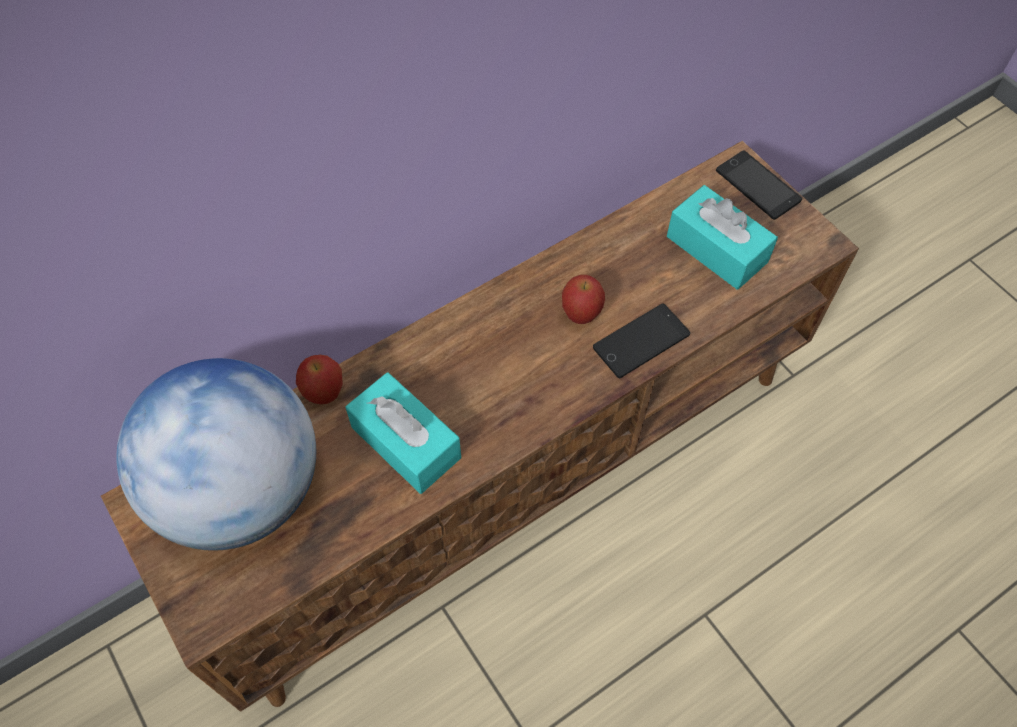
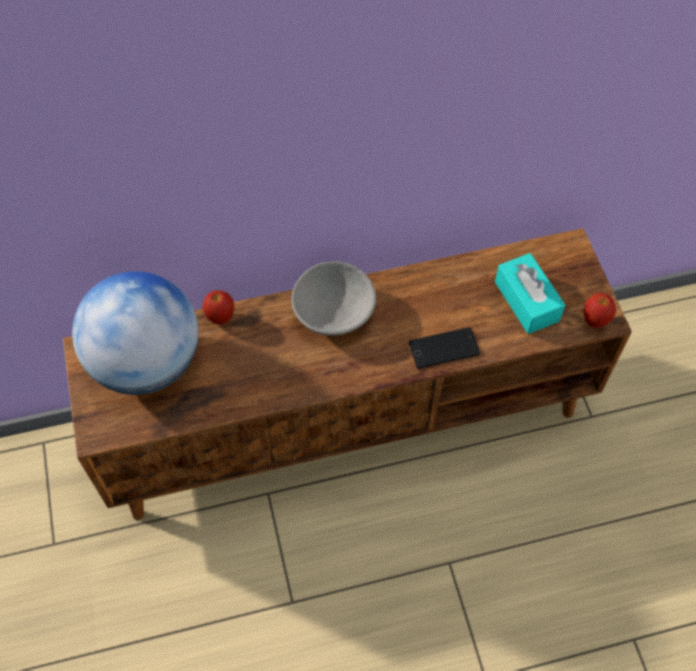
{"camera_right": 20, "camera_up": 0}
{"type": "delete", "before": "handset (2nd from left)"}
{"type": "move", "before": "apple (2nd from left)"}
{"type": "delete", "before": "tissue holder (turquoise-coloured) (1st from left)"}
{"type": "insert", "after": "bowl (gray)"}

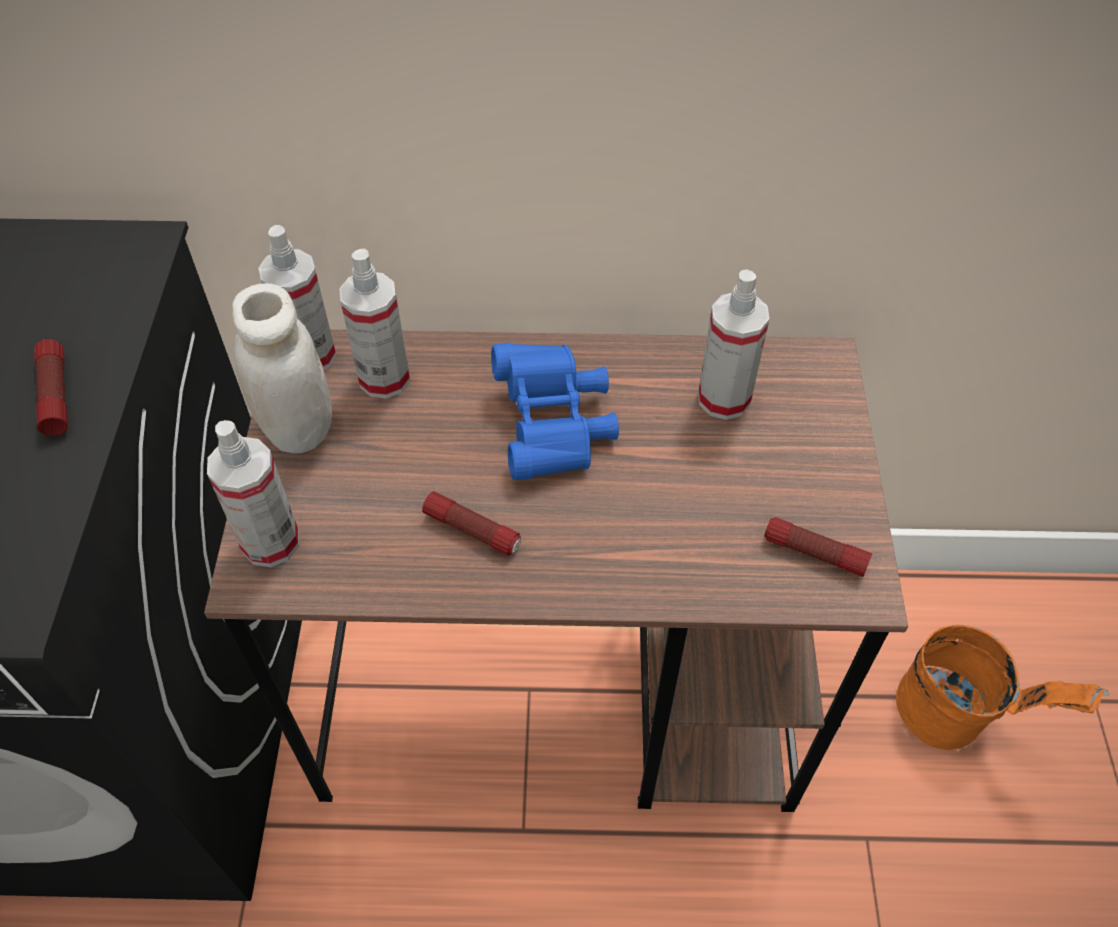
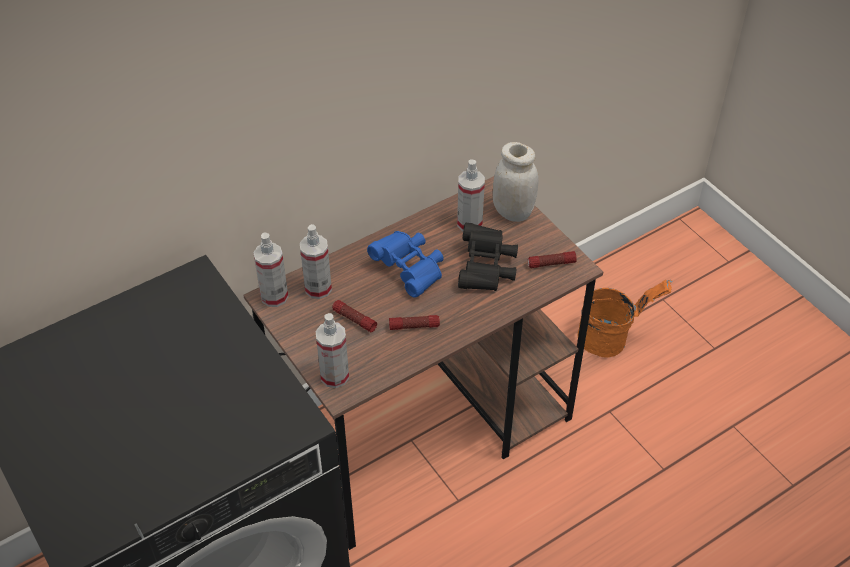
{"camera_right": -35, "camera_up": -5}
{"type": "move", "before": "jar (white)"}
{"type": "move", "before": "flashlight (1st from left)"}
{"type": "insert", "after": "pair of binoculars (blackish)"}

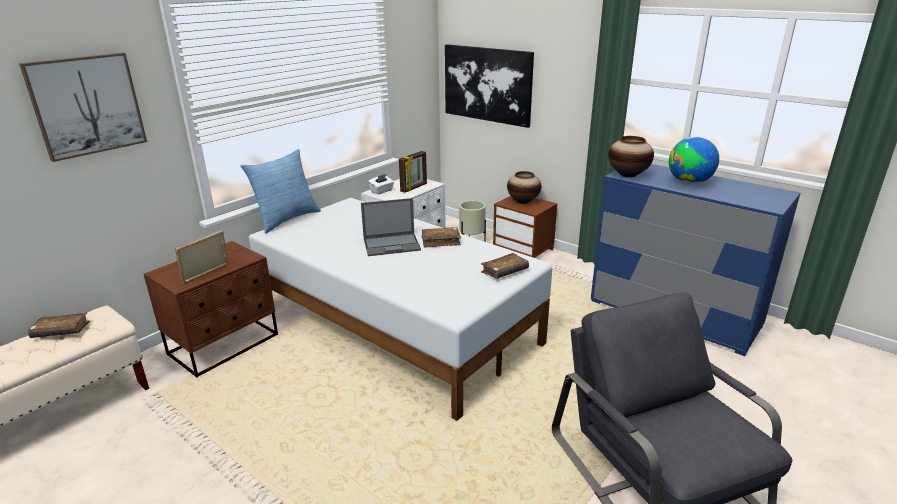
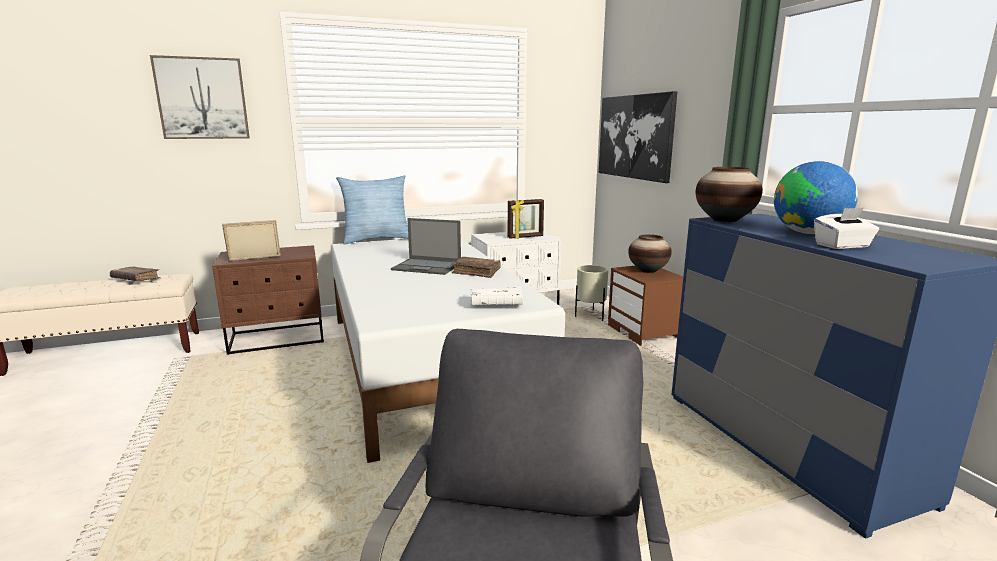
{"camera_right": 30, "camera_up": -10}
{"type": "move", "before": "tissue holder (white)"}
{"type": "recolor", "before": "volume (brown-coloured) (3rd from left)", "after": "volume (white)"}

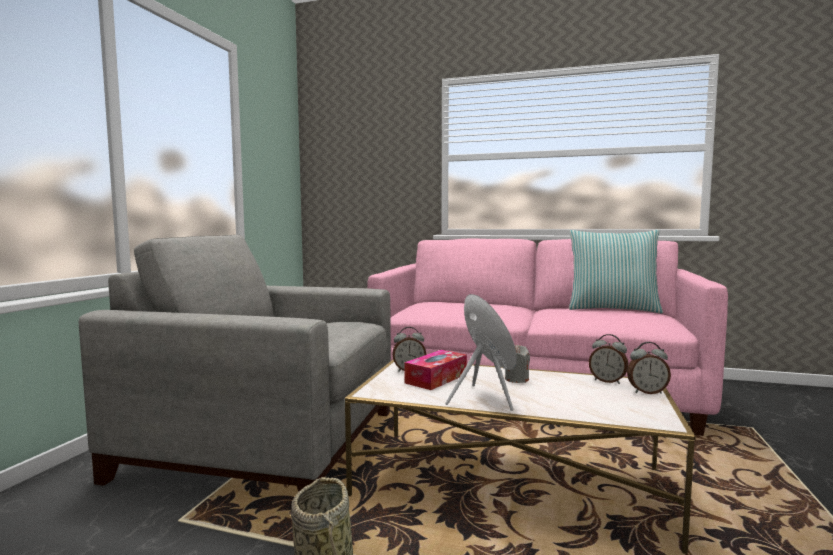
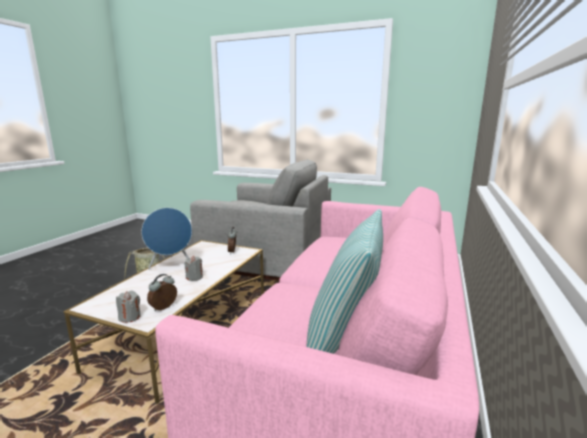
{"camera_right": 95, "camera_up": 10}
{"type": "rotate", "before": "armchair (gray)", "turn": 90}
{"type": "replace", "before": "alarm clock (3rd from left)", "after": "wax candle (gray) (1st from left)"}
{"type": "delete", "before": "tissue holder"}

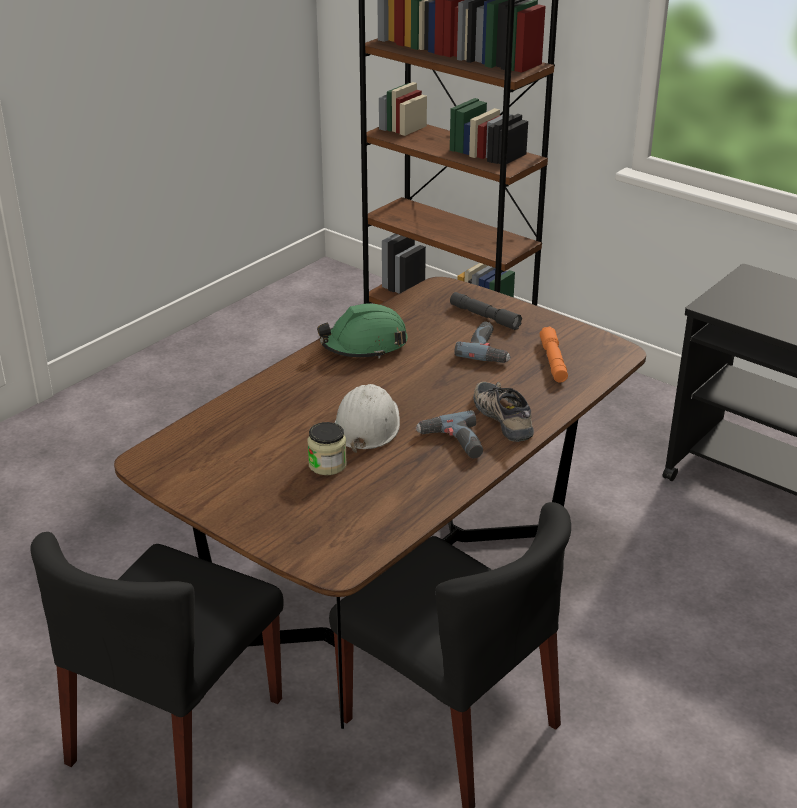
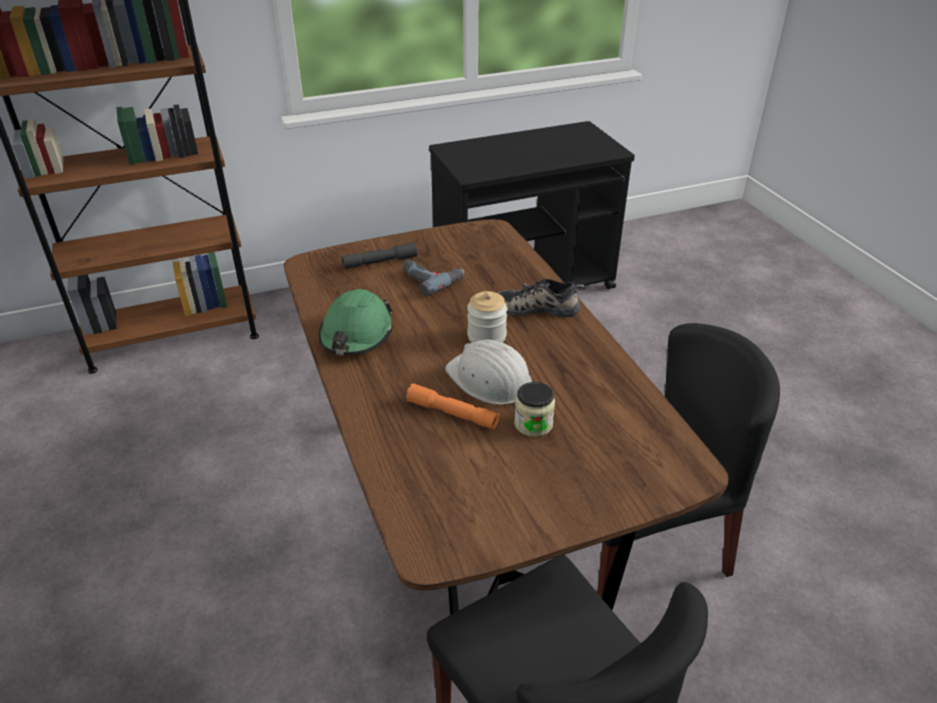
{"camera_right": -60, "camera_up": 5}
{"type": "move", "before": "flashlight (orange)"}
{"type": "delete", "before": "power drill (1st from left)"}
{"type": "insert", "after": "jar (1st from left)"}

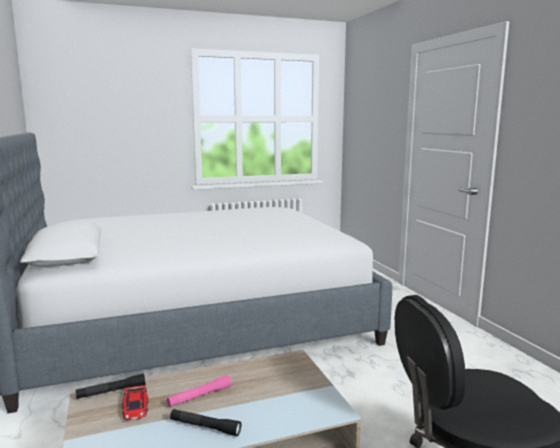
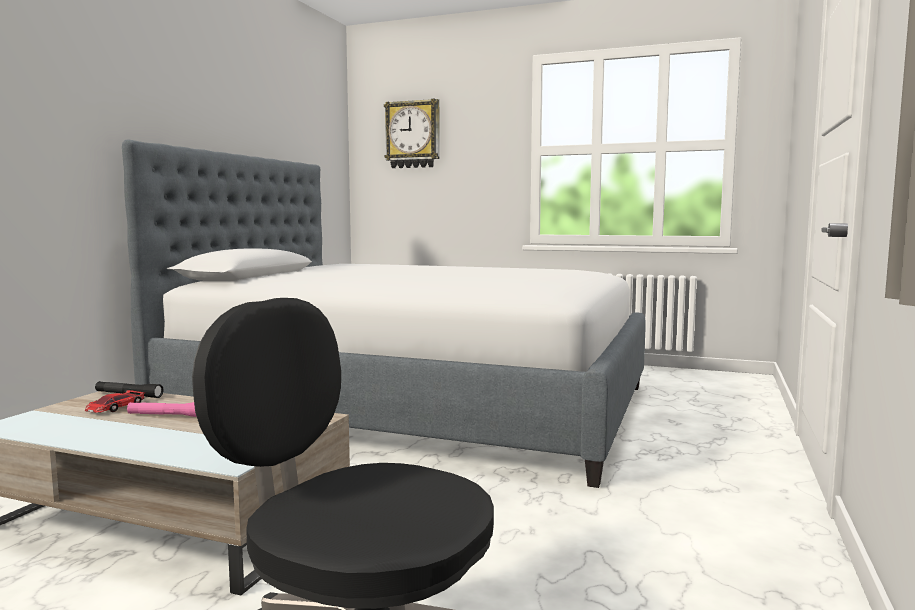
{"camera_right": 40, "camera_up": -5}
{"type": "delete", "before": "flashlight (blackish) (2nd from left)"}
{"type": "insert", "after": "hanging clock"}

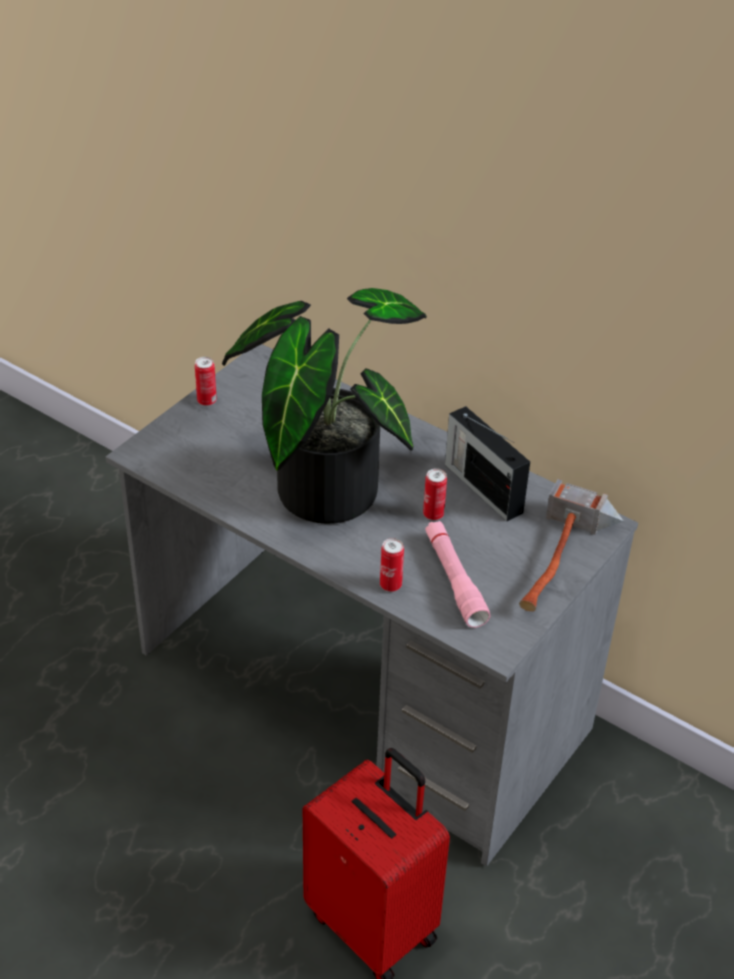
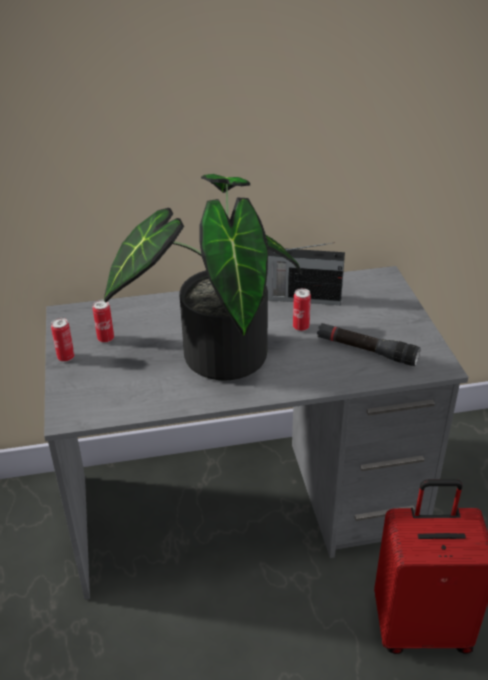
{"camera_right": -45, "camera_up": -5}
{"type": "delete", "before": "hand hammer"}
{"type": "recolor", "before": "flashlight (pink)", "after": "flashlight (blackish)"}
{"type": "move", "before": "can (2nd from left)"}

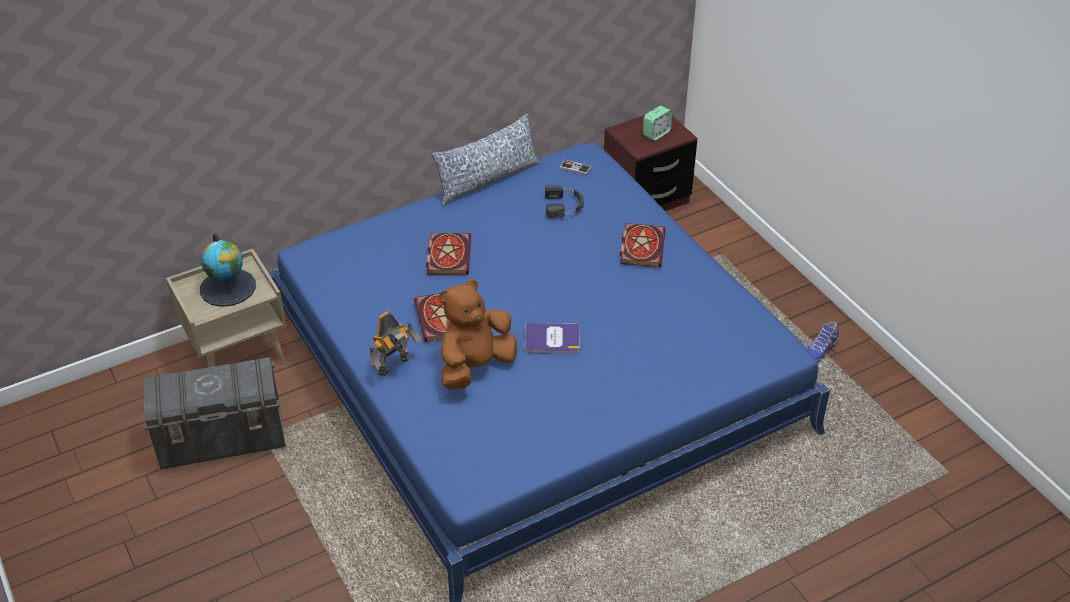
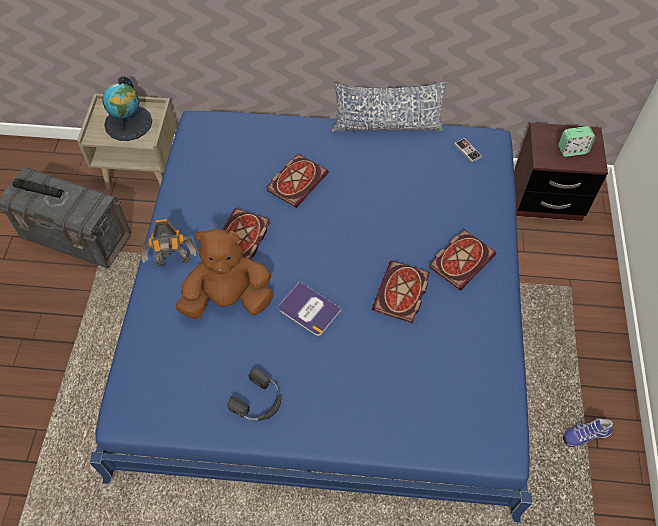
{"camera_right": 35, "camera_up": 15}
{"type": "move", "before": "headphones (blackish)"}
{"type": "insert", "after": "flashlight (blackish)"}
{"type": "insert", "after": "volume (4th from left)"}

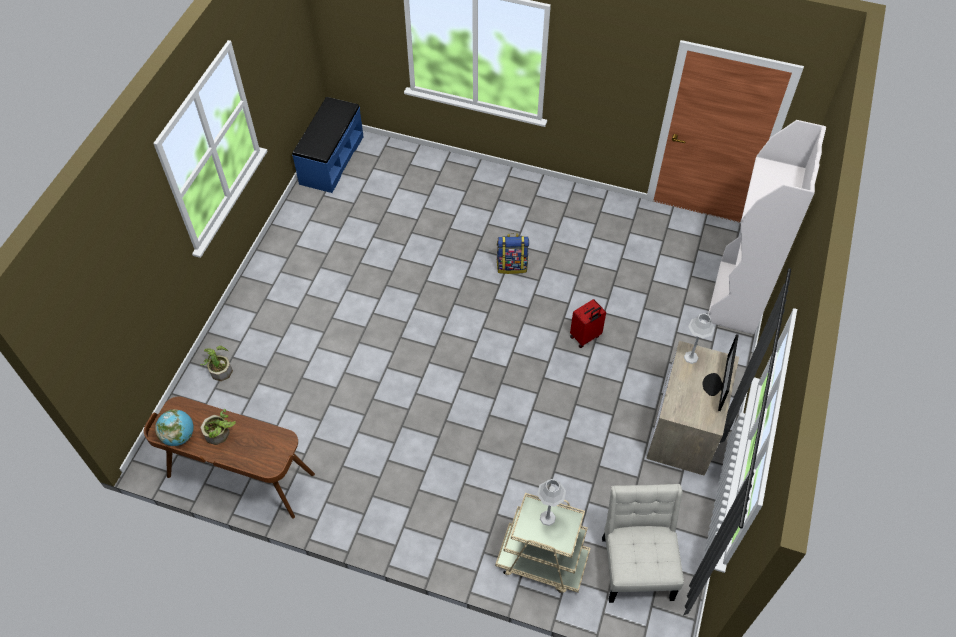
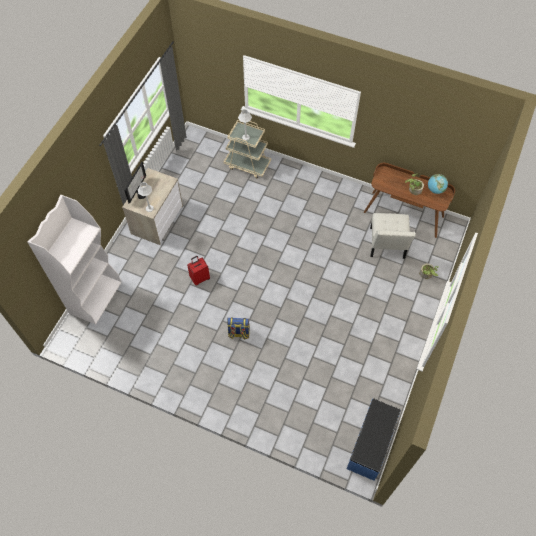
{"camera_right": -175, "camera_up": 5}
{"type": "move", "before": "upright chair (white)"}

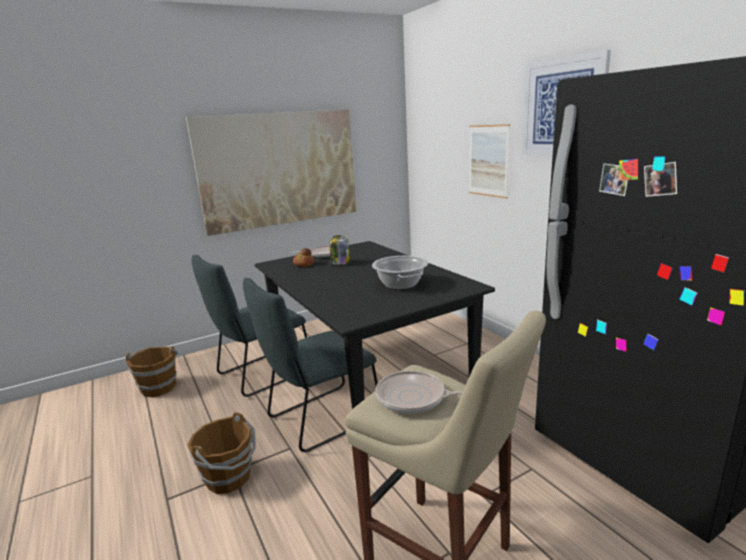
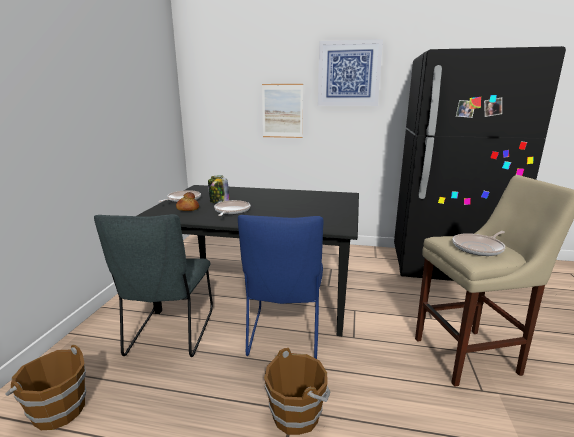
{"camera_right": -50, "camera_up": 0}
{"type": "delete", "before": "wall picture (1st from left)"}
{"type": "delete", "before": "stockpot"}
{"type": "recolor", "before": "upright chair (gray) (2nd from left)", "after": "upright chair (blue)"}
{"type": "insert", "after": "pan (2nd from left)"}

